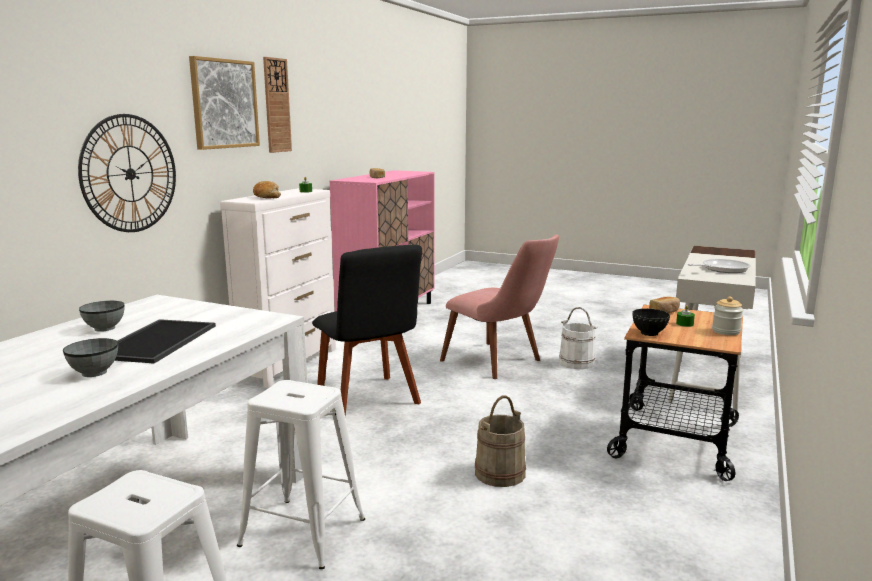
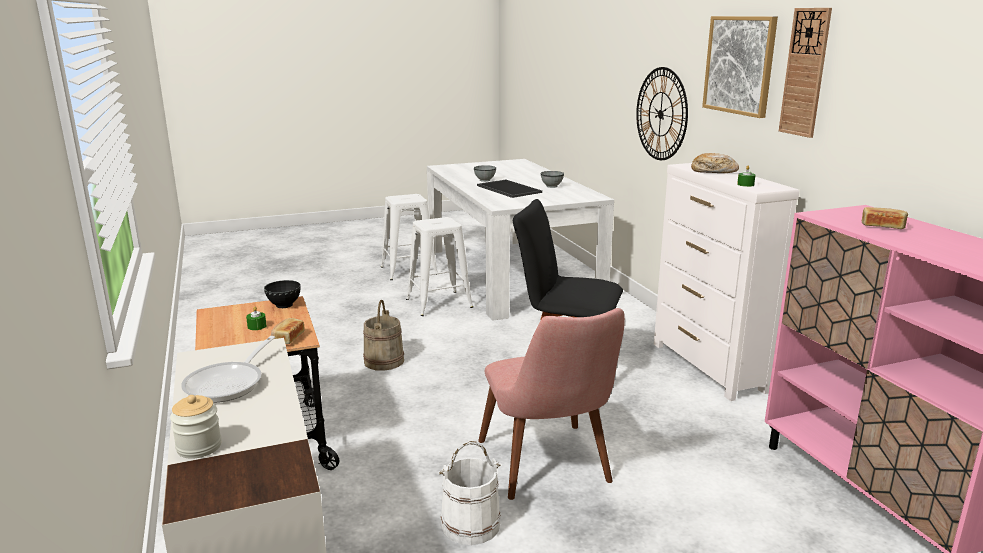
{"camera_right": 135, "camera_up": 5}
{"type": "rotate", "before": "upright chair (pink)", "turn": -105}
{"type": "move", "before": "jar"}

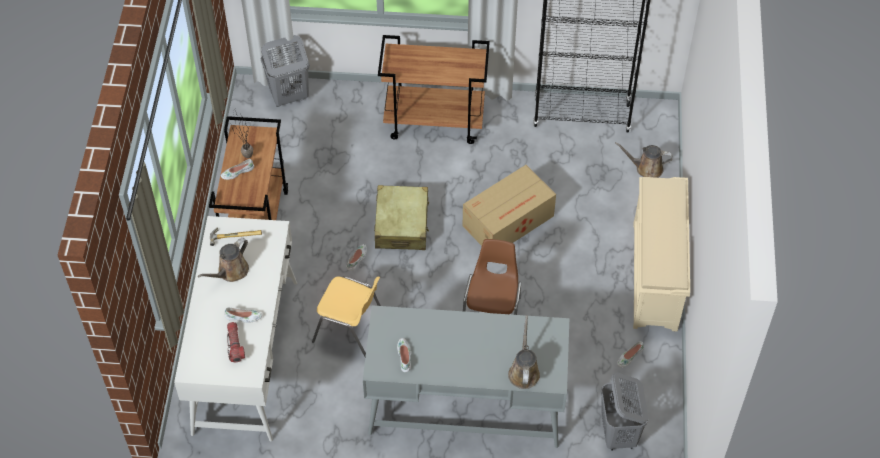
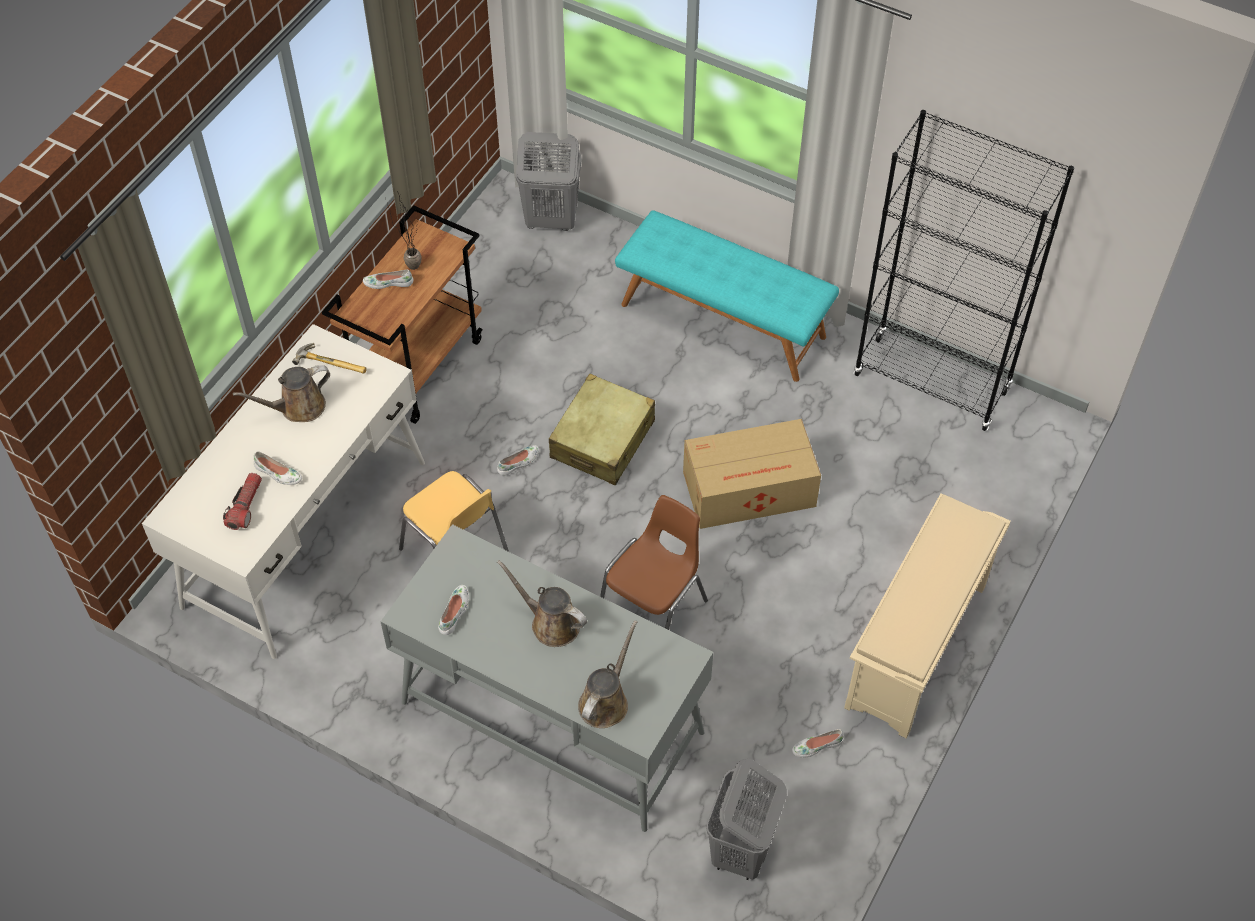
{"camera_right": 25, "camera_up": 0}
{"type": "replace", "before": "wheeled cart (brown-coloured) (2nd from left)", "after": "long seat (turquoise-coloured)"}
{"type": "move", "before": "watering can (brown-coloured) (3rd from left in the first image)", "after": "watering can (brown-coloured) (2nd from left)"}

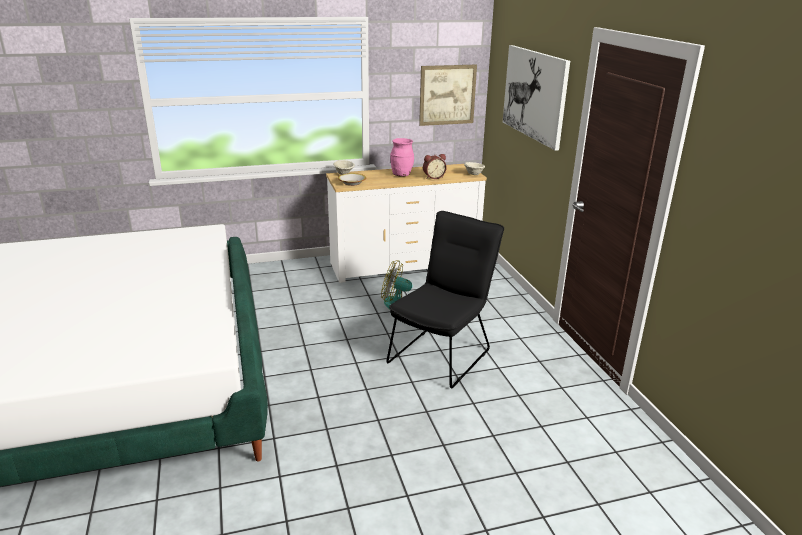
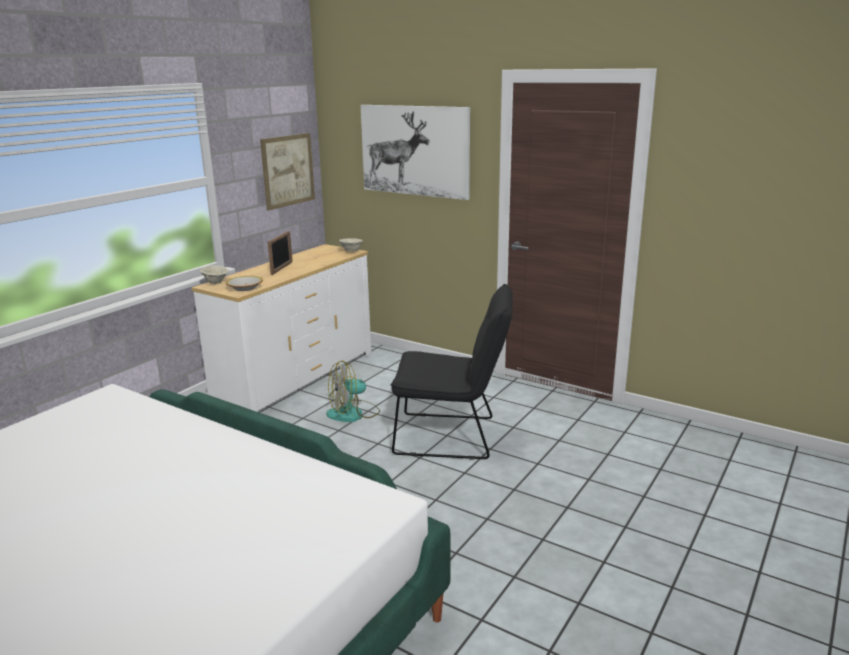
{"camera_right": -40, "camera_up": -5}
{"type": "replace", "before": "decorative vase (pink)", "after": "photo frame"}
{"type": "delete", "before": "alarm clock"}
{"type": "rotate", "before": "upright chair (blackish)", "turn": 105}

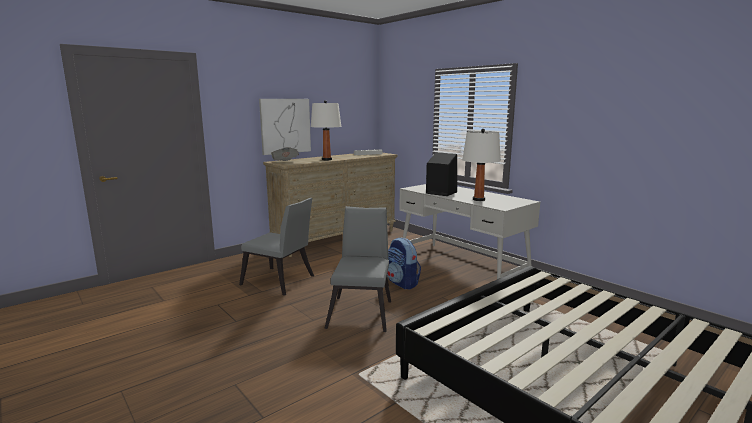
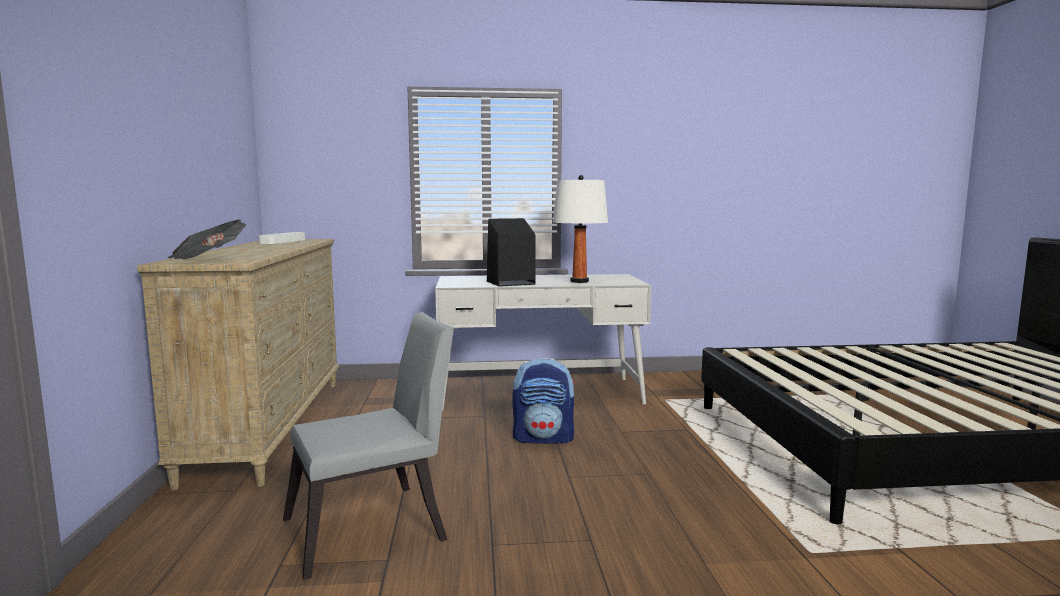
{"camera_right": -55, "camera_up": -5}
{"type": "delete", "before": "wall picture"}
{"type": "delete", "before": "table lamp (white) (1st from left)"}
{"type": "delete", "before": "upright chair (gray) (2nd from left)"}

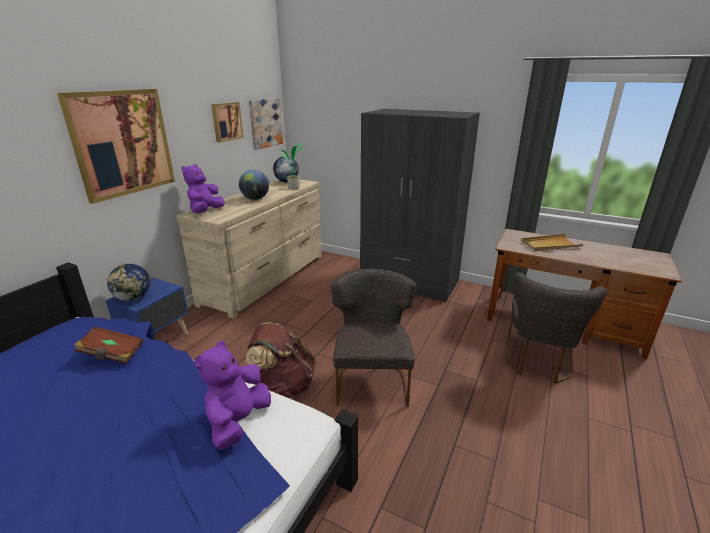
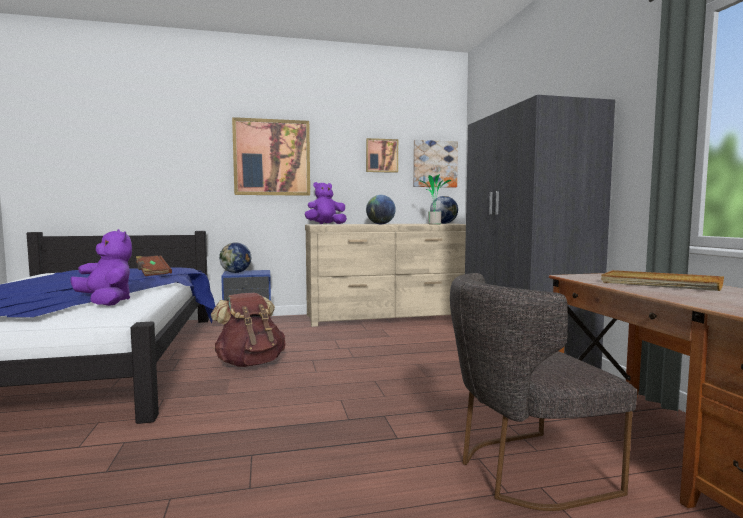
{"camera_right": 50, "camera_up": -20}
{"type": "delete", "before": "upright chair (gray) (1st from left)"}
{"type": "rotate", "before": "cuddly toy (purplish) (2nd from left in the first image)", "turn": 60}

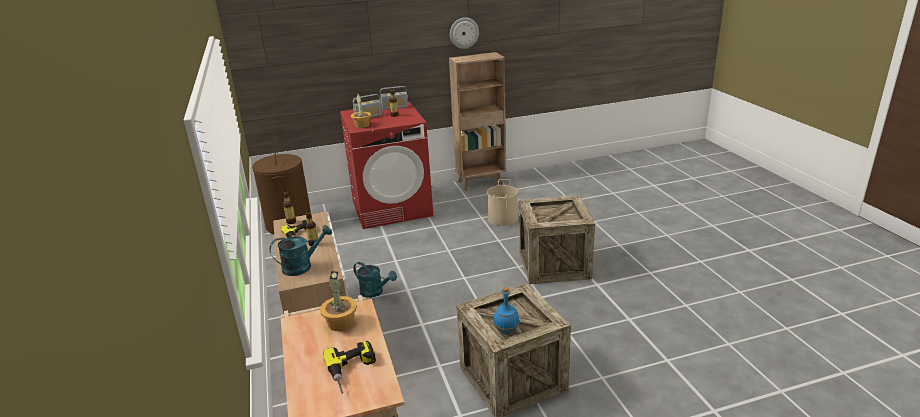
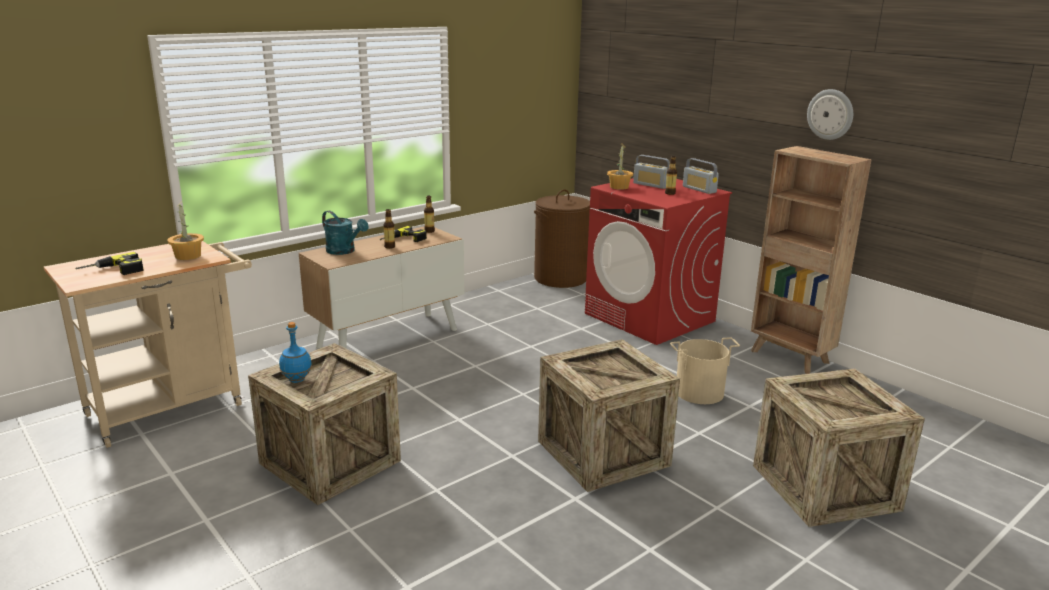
{"camera_right": 65, "camera_up": -5}
{"type": "delete", "before": "watering can (turquoise-coloured) (2nd from left)"}
{"type": "insert", "after": "crate (3rd from left)"}

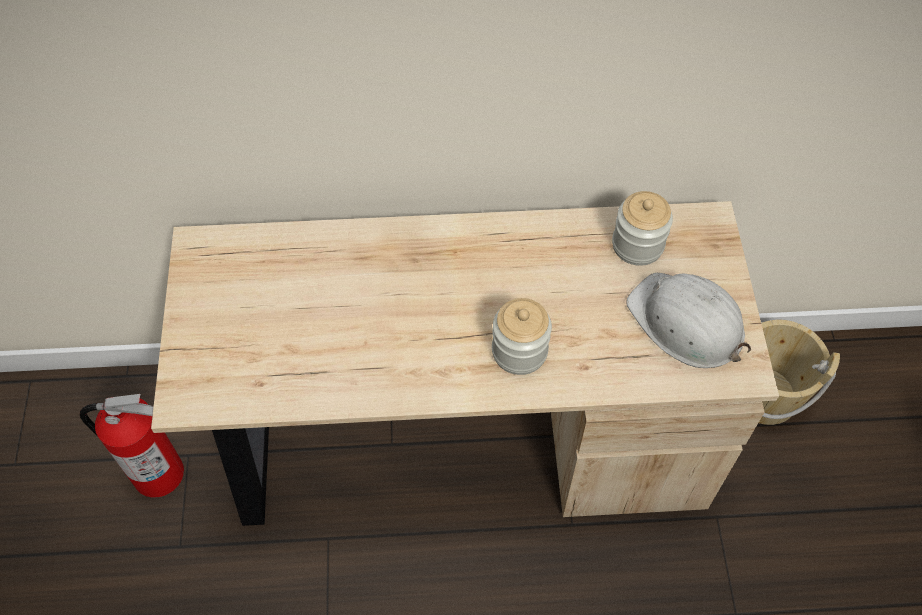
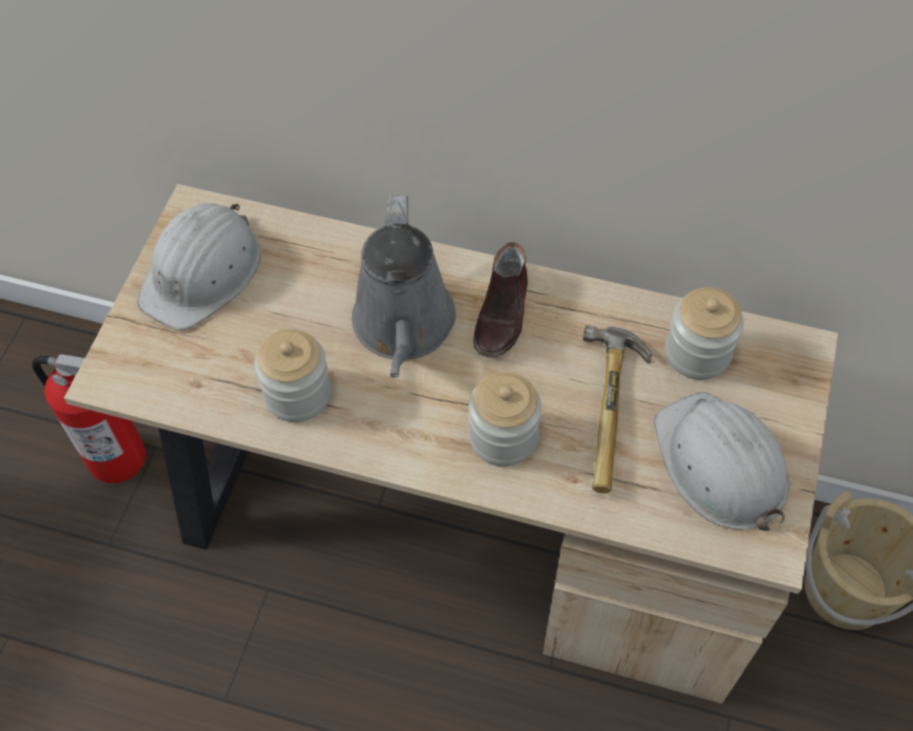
{"camera_right": 20, "camera_up": 0}
{"type": "insert", "after": "watering can (gray)"}
{"type": "insert", "after": "hard hat (white) (1st from left)"}
{"type": "insert", "after": "shoe (brown-coloured)"}
{"type": "insert", "after": "hand hammer"}
{"type": "insert", "after": "jar (1st from left)"}

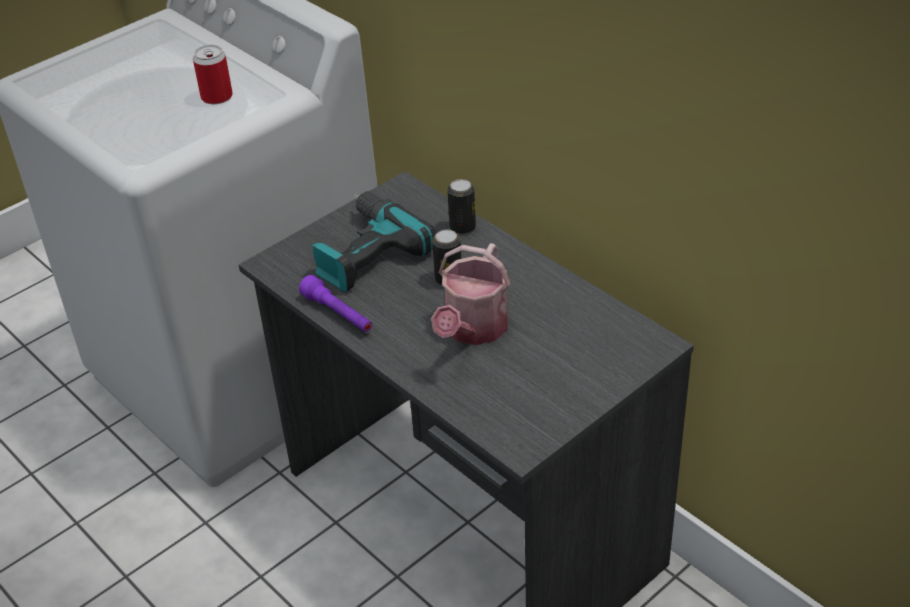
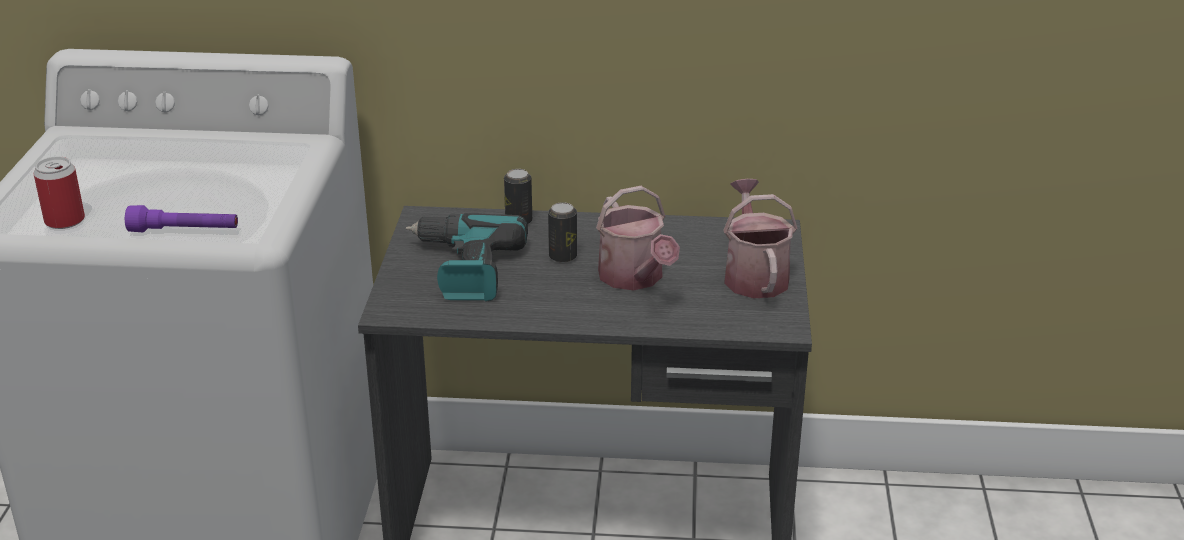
{"camera_right": -45, "camera_up": -10}
{"type": "move", "before": "can (1st from left)"}
{"type": "move", "before": "flashlight (purplish)"}
{"type": "insert", "after": "watering can (2nd from left)"}

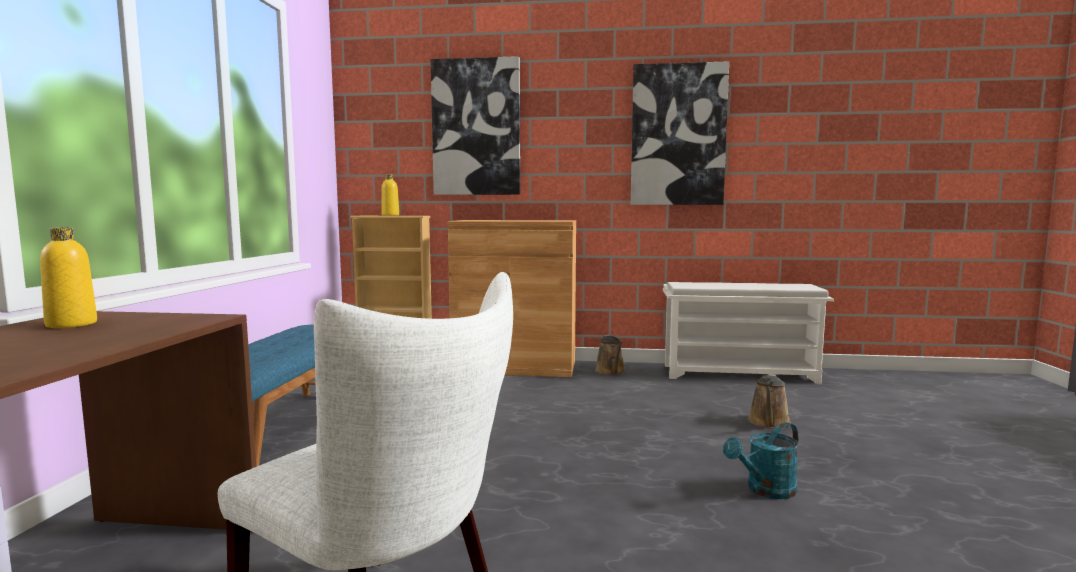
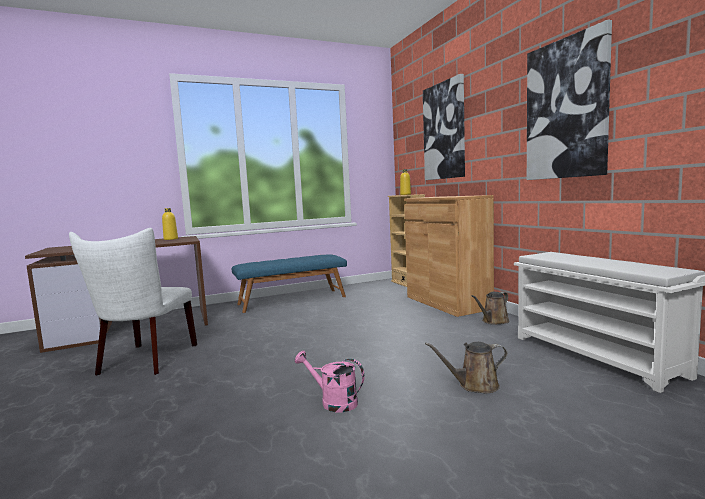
{"camera_right": 60, "camera_up": 0}
{"type": "recolor", "before": "watering can (turquoise-coloured)", "after": "watering can (pink)"}

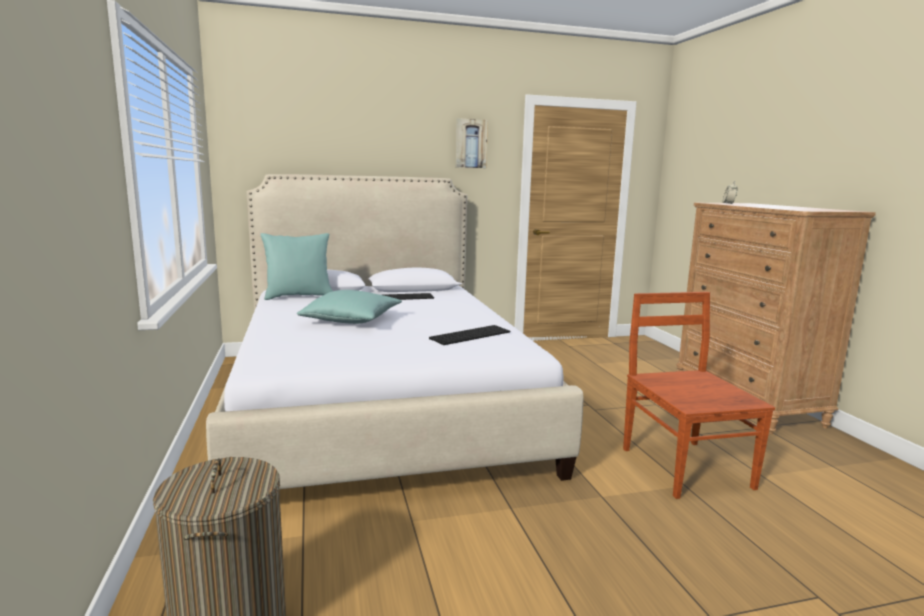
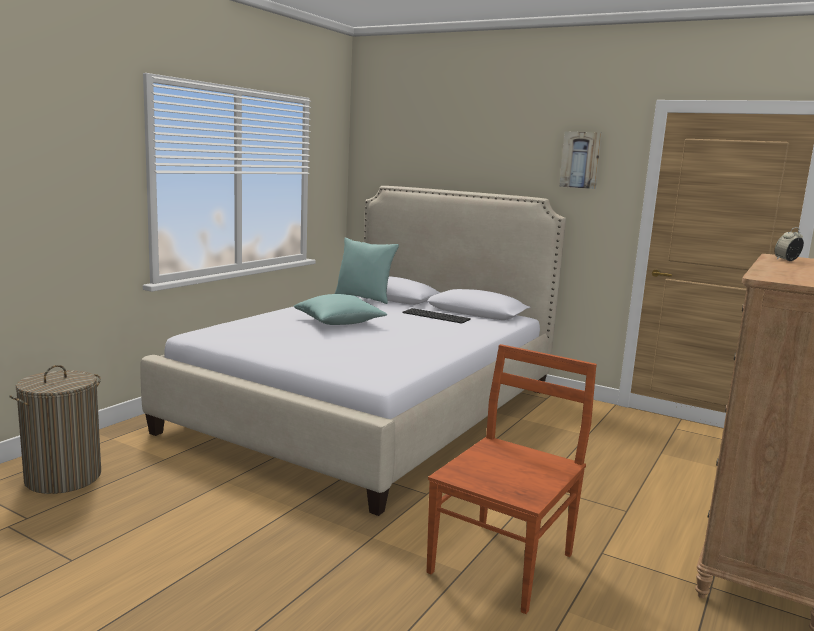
{"camera_right": 45, "camera_up": 0}
{"type": "delete", "before": "PC keyboard (2nd from left)"}

